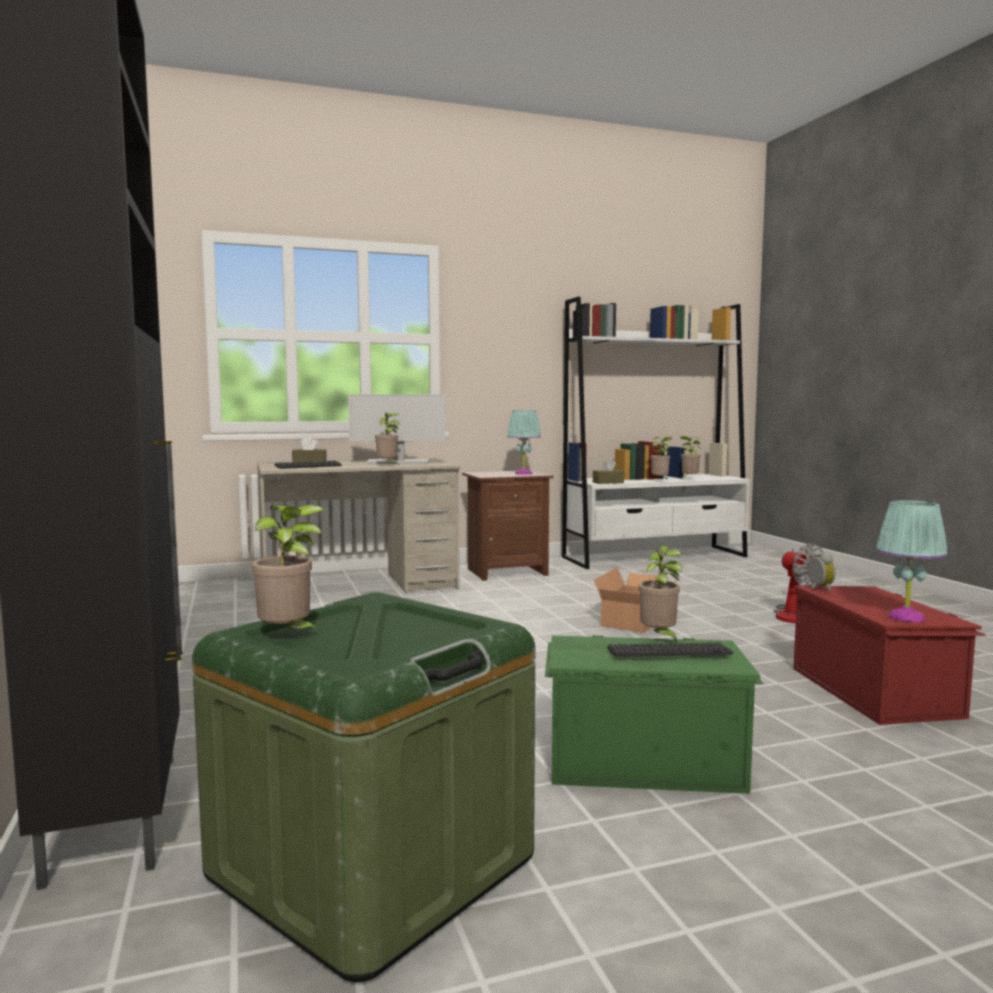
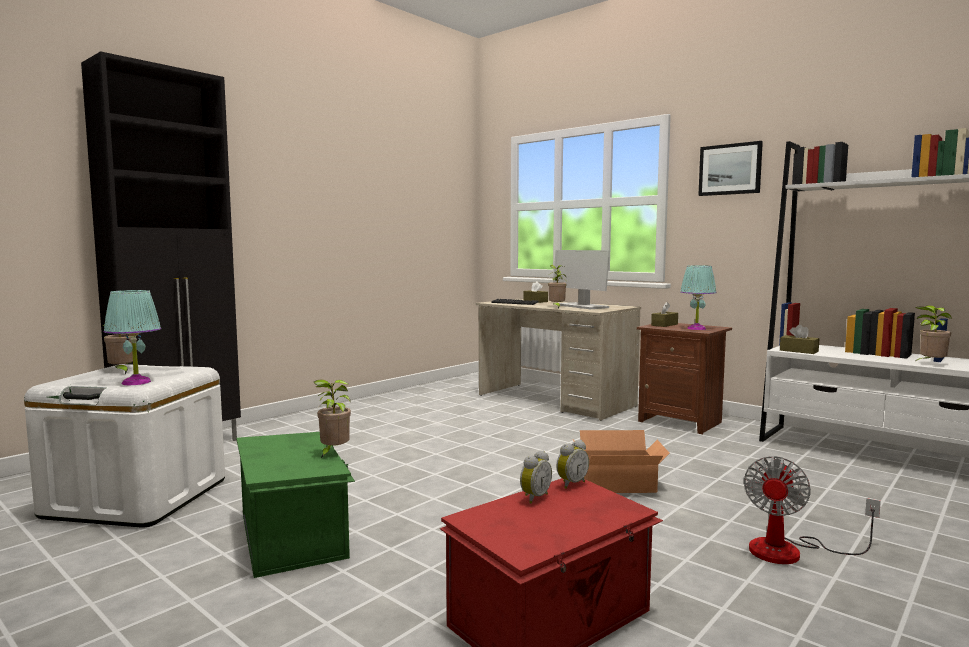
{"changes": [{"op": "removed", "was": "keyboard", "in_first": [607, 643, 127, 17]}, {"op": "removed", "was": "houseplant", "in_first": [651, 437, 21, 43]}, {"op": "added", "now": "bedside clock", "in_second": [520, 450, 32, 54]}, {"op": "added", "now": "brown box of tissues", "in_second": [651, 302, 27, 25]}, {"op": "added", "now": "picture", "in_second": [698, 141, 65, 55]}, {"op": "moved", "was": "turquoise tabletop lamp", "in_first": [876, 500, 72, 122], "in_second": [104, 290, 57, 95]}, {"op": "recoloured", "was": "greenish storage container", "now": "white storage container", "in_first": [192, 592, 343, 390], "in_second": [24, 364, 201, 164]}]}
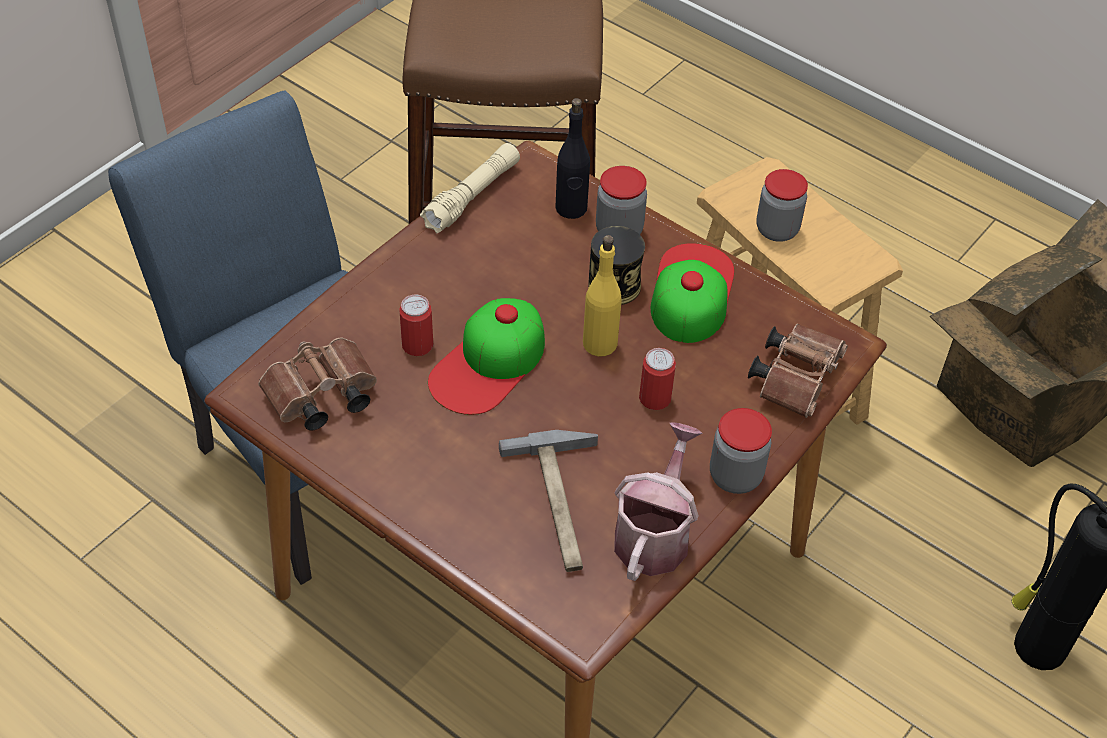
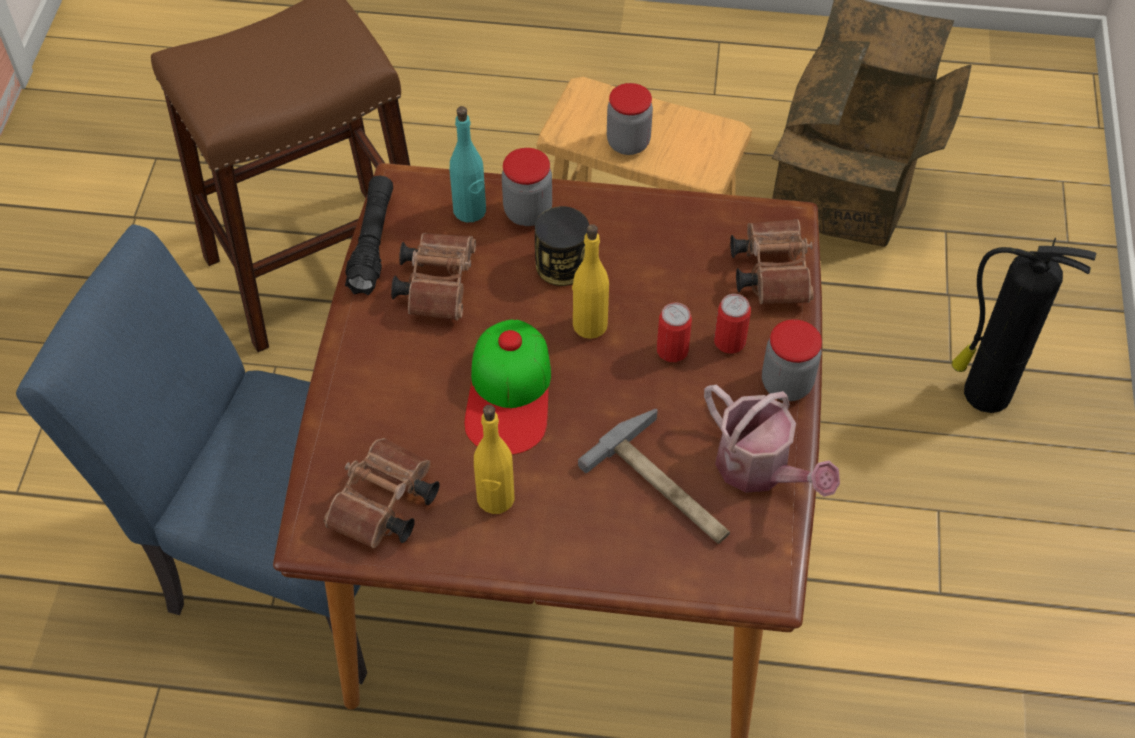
{"changes": [{"op": "removed", "was": "peaked cap", "in_first": [651, 243, 83, 100]}, {"op": "added", "now": "brown binoculars", "in_second": [391, 233, 85, 88]}, {"op": "added", "now": "yellow-coloured beverage bottle", "in_second": [474, 405, 40, 109]}, {"op": "moved", "was": "sealed can", "in_first": [399, 294, 34, 62], "in_second": [714, 294, 37, 60]}, {"op": "recoloured", "was": "beige-coloured flashlight", "now": "black-coloured flashlight", "in_first": [420, 143, 100, 91], "in_second": [345, 176, 48, 119]}, {"op": "recoloured", "was": "black-coloured beverage bottle", "now": "turquoise beverage bottle", "in_first": [555, 98, 35, 121], "in_second": [450, 106, 36, 116]}, {"op": "turned", "was": "sprinkling can", "in_first": [614, 422, 88, 159], "in_second": [704, 385, 136, 112], "clockwise": 150}]}
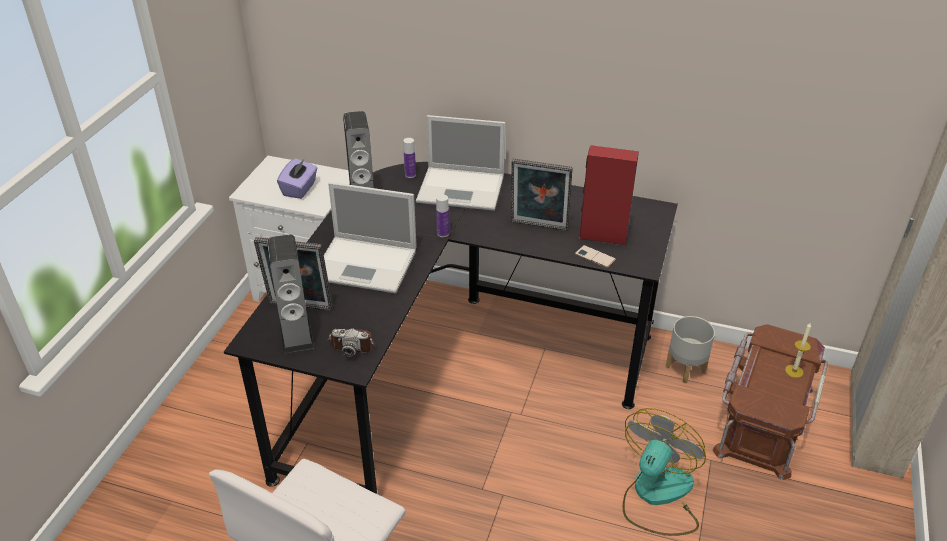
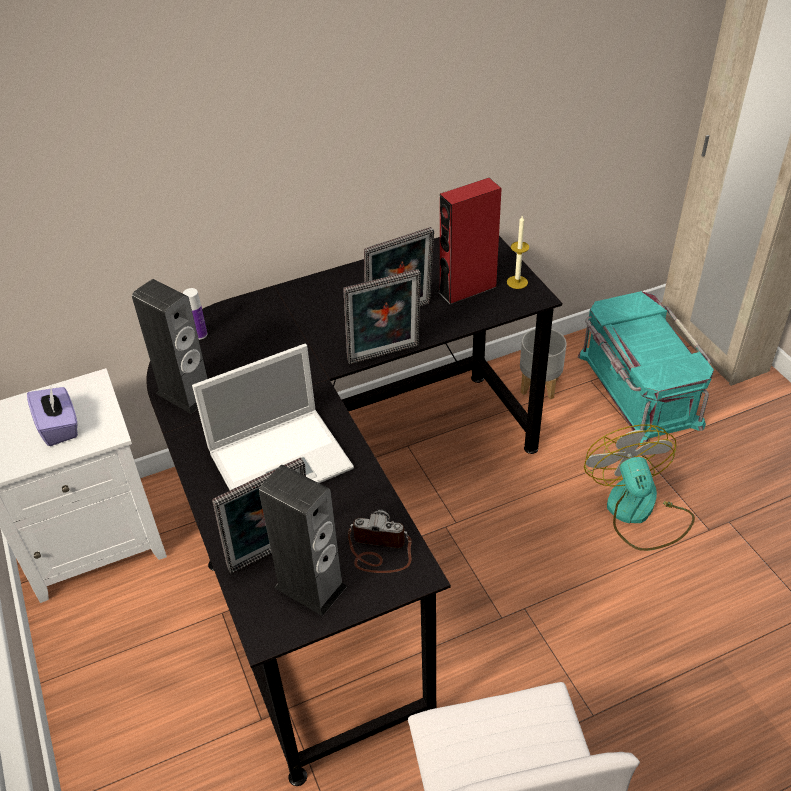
{"changes": [{"op": "removed", "was": "portable computer", "in_first": [416, 115, 90, 96]}, {"op": "removed", "was": "beverage bottle", "in_first": [436, 194, 13, 43]}, {"op": "removed", "was": "handset", "in_first": [575, 245, 41, 23]}, {"op": "added", "now": "photo frame", "in_second": [343, 269, 78, 95]}, {"op": "moved", "was": "wax candle", "in_first": [785, 323, 26, 55], "in_second": [507, 216, 22, 73]}, {"op": "recoloured", "was": "brown storage container", "now": "turquoise storage container", "in_first": [713, 324, 115, 156], "in_second": [578, 291, 136, 154]}, {"op": "turned", "was": "still camera", "in_first": [327, 328, 48, 29], "in_second": [348, 509, 64, 64], "clockwise": -135}]}
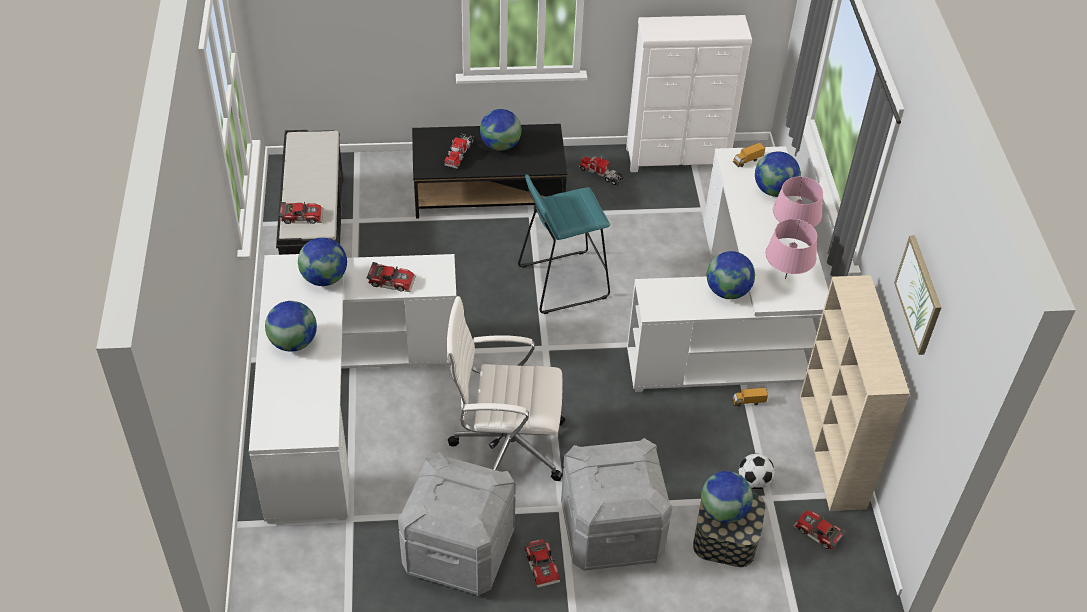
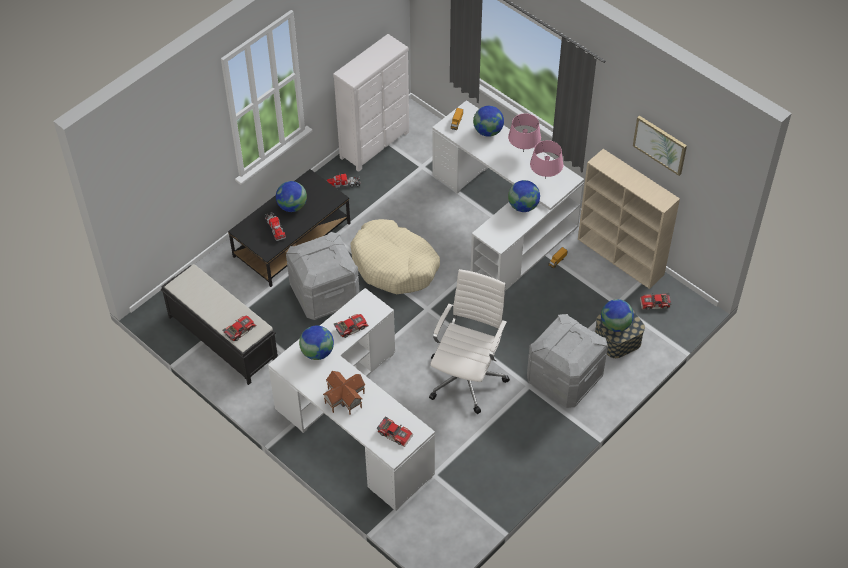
{"changes": [{"op": "removed", "was": "ball for football", "in_first": [739, 453, 36, 36]}, {"op": "moved", "was": "gray storage container", "in_first": [398, 452, 118, 144], "in_second": [286, 232, 74, 88]}, {"op": "moved", "was": "toy car", "in_first": [524, 537, 36, 51], "in_second": [376, 416, 37, 31]}, {"op": "replaced", "was": "globe", "now": "toy house", "in_first": [265, 301, 52, 51], "in_second": [323, 371, 42, 44]}, {"op": "replaced", "was": "turquoise sitting stool", "now": "beige-coloured dog bed", "in_first": [518, 174, 92, 140], "in_second": [350, 219, 90, 75]}, {"op": "turned", "was": "white office chair", "in_first": [447, 296, 118, 185], "in_second": [429, 269, 81, 145], "clockwise": 150}]}
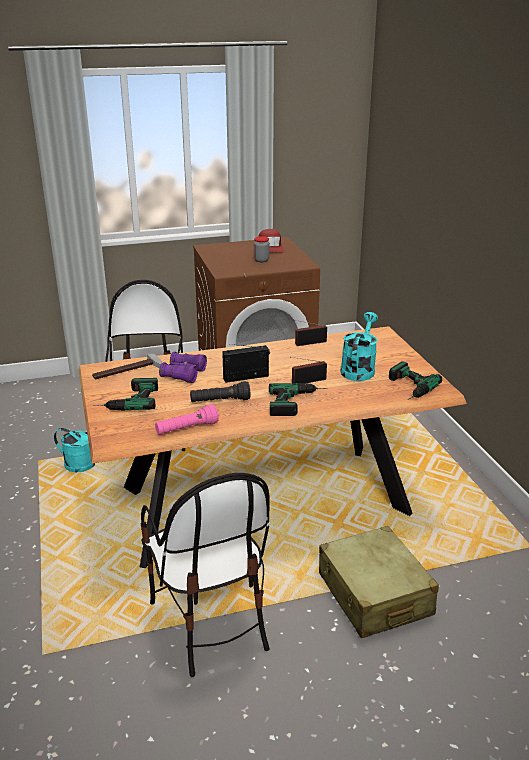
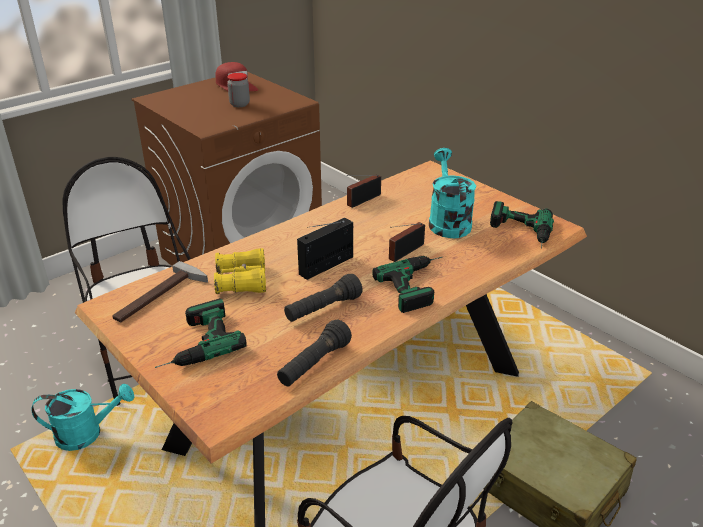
{"changes": [{"op": "recoloured", "was": "pink flashlight", "now": "black-coloured flashlight", "in_first": [155, 404, 64, 31], "in_second": [277, 320, 75, 66]}, {"op": "recoloured", "was": "purple-coloured binoculars", "now": "yellow-coloured binoculars", "in_first": [159, 351, 48, 32], "in_second": [214, 248, 52, 46]}]}
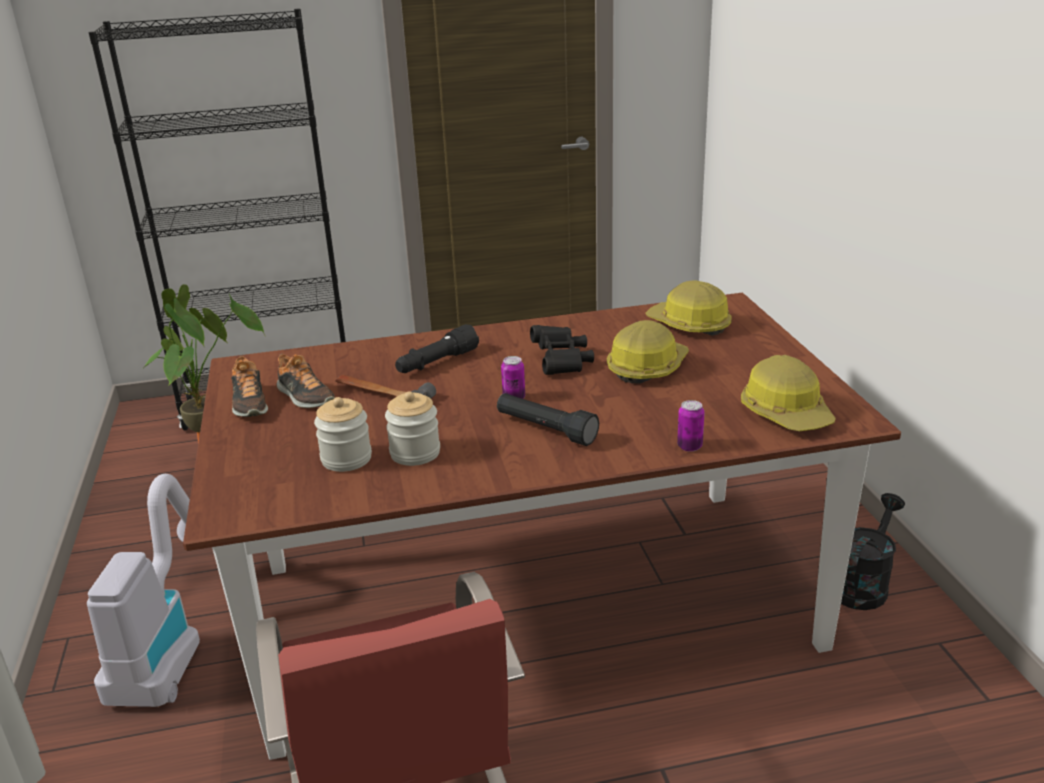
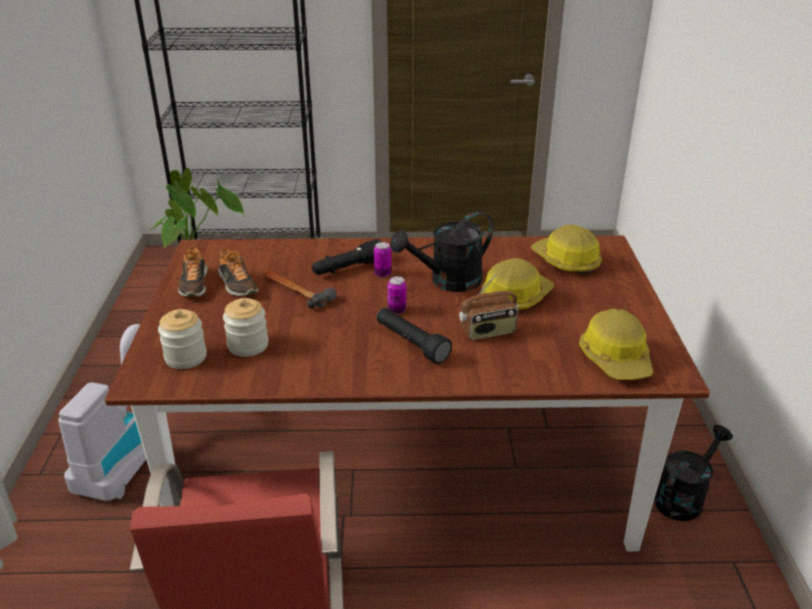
{"changes": [{"op": "added", "now": "radio set", "in_second": [459, 273, 59, 67]}, {"op": "moved", "was": "preserve jar", "in_first": [385, 391, 55, 75], "in_second": [158, 309, 49, 60]}, {"op": "moved", "was": "sealed can", "in_first": [677, 400, 28, 52], "in_second": [374, 242, 18, 35]}, {"op": "replaced", "was": "black-coloured binoculars", "now": "black-coloured sprinkling can", "in_first": [530, 325, 64, 50], "in_second": [390, 211, 103, 81]}]}
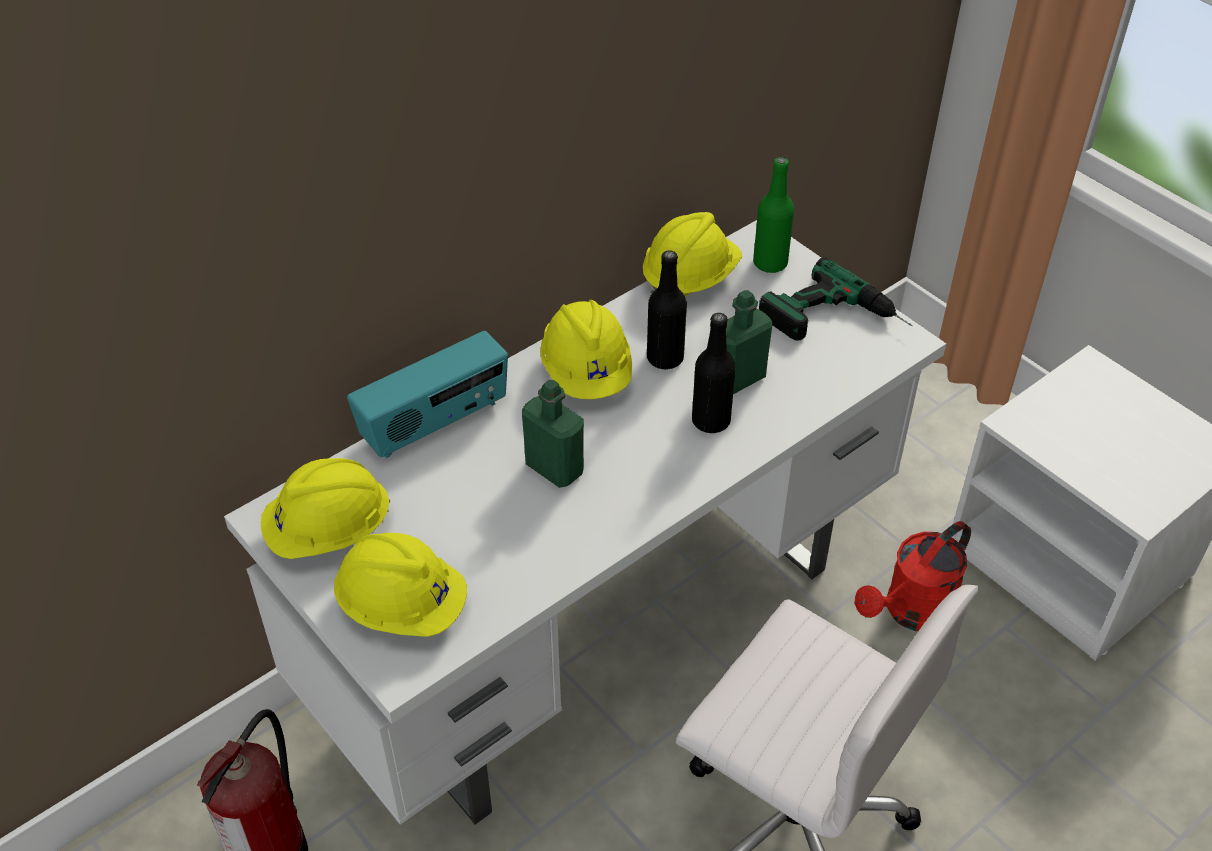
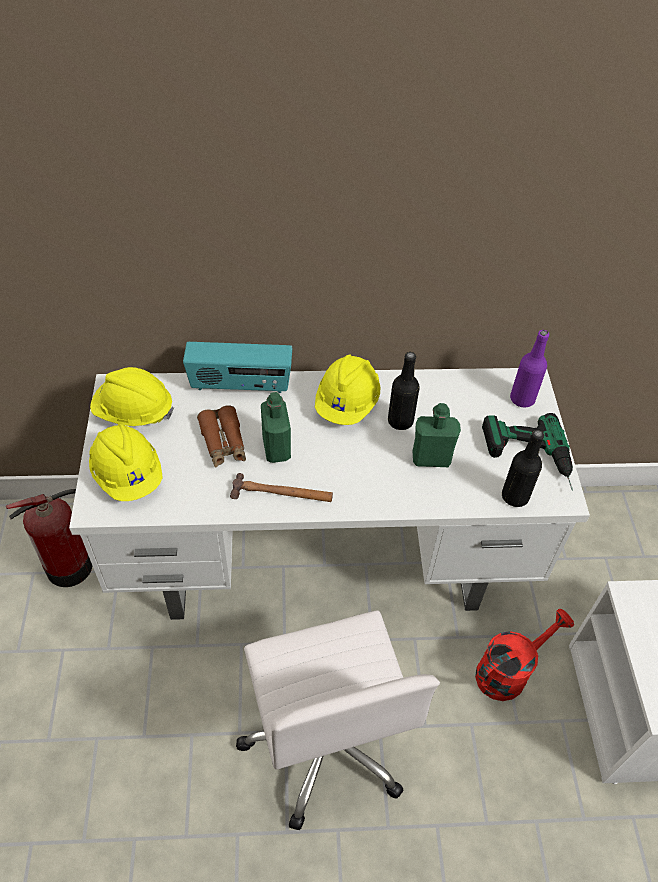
{"changes": [{"op": "removed", "was": "yellow-coloured work helmet", "in_first": [643, 212, 99, 84]}, {"op": "added", "now": "brown binoculars", "in_second": [197, 405, 49, 62]}, {"op": "added", "now": "tool hammer", "in_second": [230, 473, 103, 29]}, {"op": "moved", "was": "black-coloured beverage bottle", "in_first": [692, 313, 44, 120], "in_second": [502, 430, 42, 77]}, {"op": "recoloured", "was": "greenish beverage bottle", "now": "purple-coloured beverage bottle", "in_first": [753, 157, 41, 116], "in_second": [510, 330, 39, 78]}, {"op": "turned", "was": "reddish sprinkling can", "in_first": [855, 521, 116, 110], "in_second": [475, 609, 99, 92], "clockwise": 150}]}
